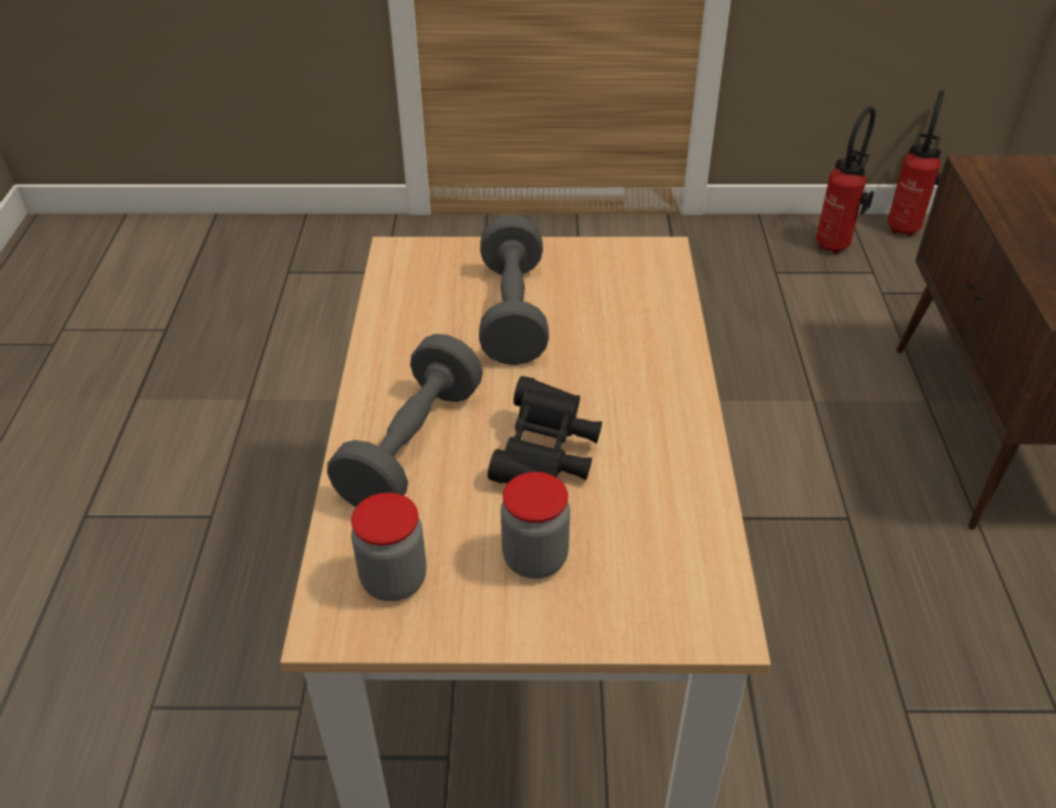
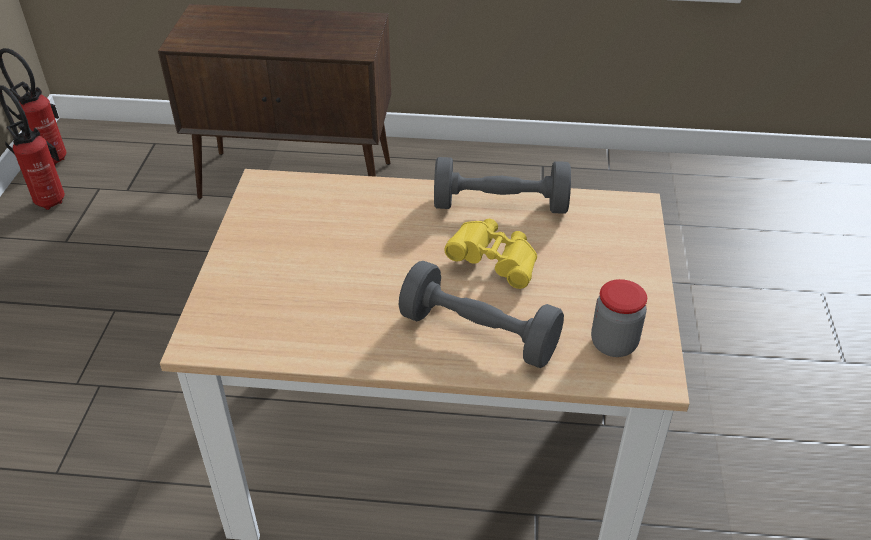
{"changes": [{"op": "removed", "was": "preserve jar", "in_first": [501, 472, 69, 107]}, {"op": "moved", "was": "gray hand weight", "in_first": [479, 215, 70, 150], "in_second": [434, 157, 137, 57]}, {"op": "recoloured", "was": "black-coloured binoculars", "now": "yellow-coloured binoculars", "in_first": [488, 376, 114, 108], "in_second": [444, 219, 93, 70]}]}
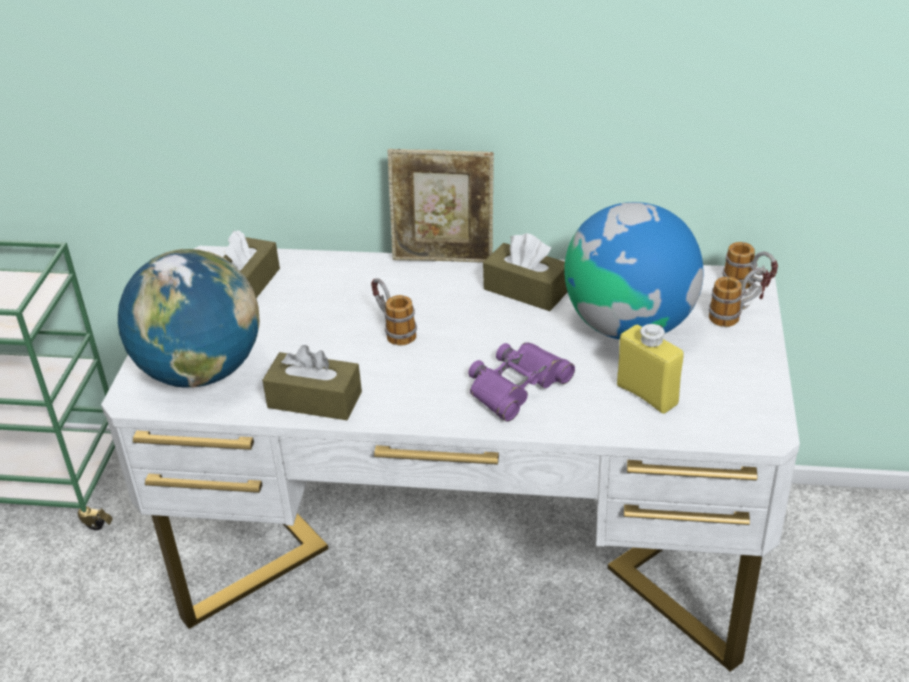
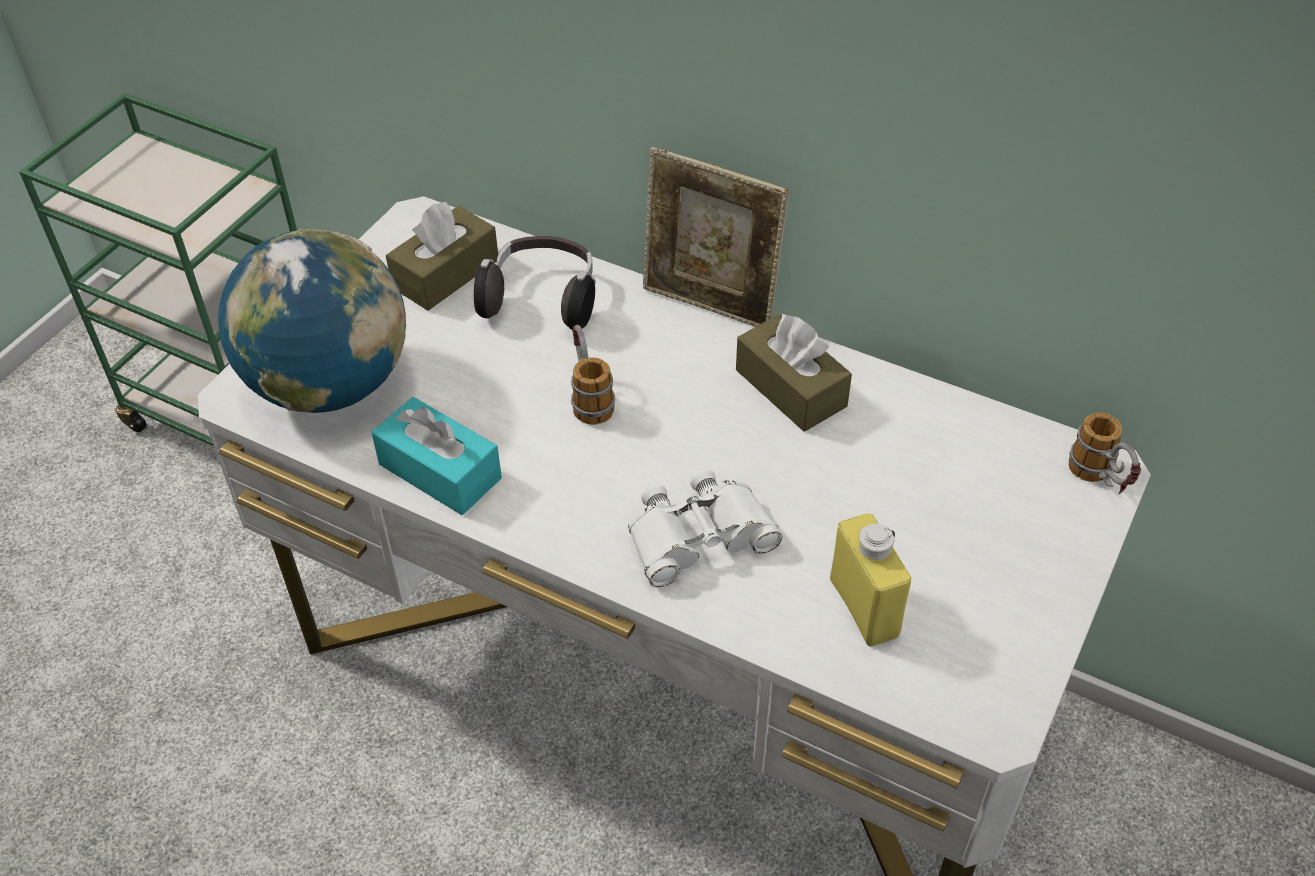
{"changes": [{"op": "removed", "was": "globe", "in_first": [564, 202, 140, 138]}, {"op": "removed", "was": "coffee mug", "in_first": [709, 267, 60, 60]}, {"op": "added", "now": "pair of headphones", "in_second": [474, 236, 122, 94]}, {"op": "recoloured", "was": "brown box of tissues", "now": "turquoise box of tissues", "in_first": [262, 345, 100, 75], "in_second": [372, 397, 130, 118]}, {"op": "recoloured", "was": "purple-coloured binoculars", "now": "white binoculars", "in_first": [468, 342, 107, 80], "in_second": [628, 470, 154, 117]}]}
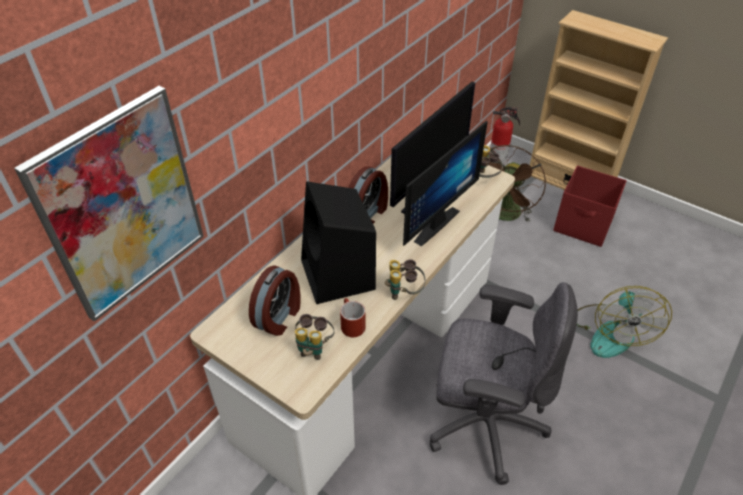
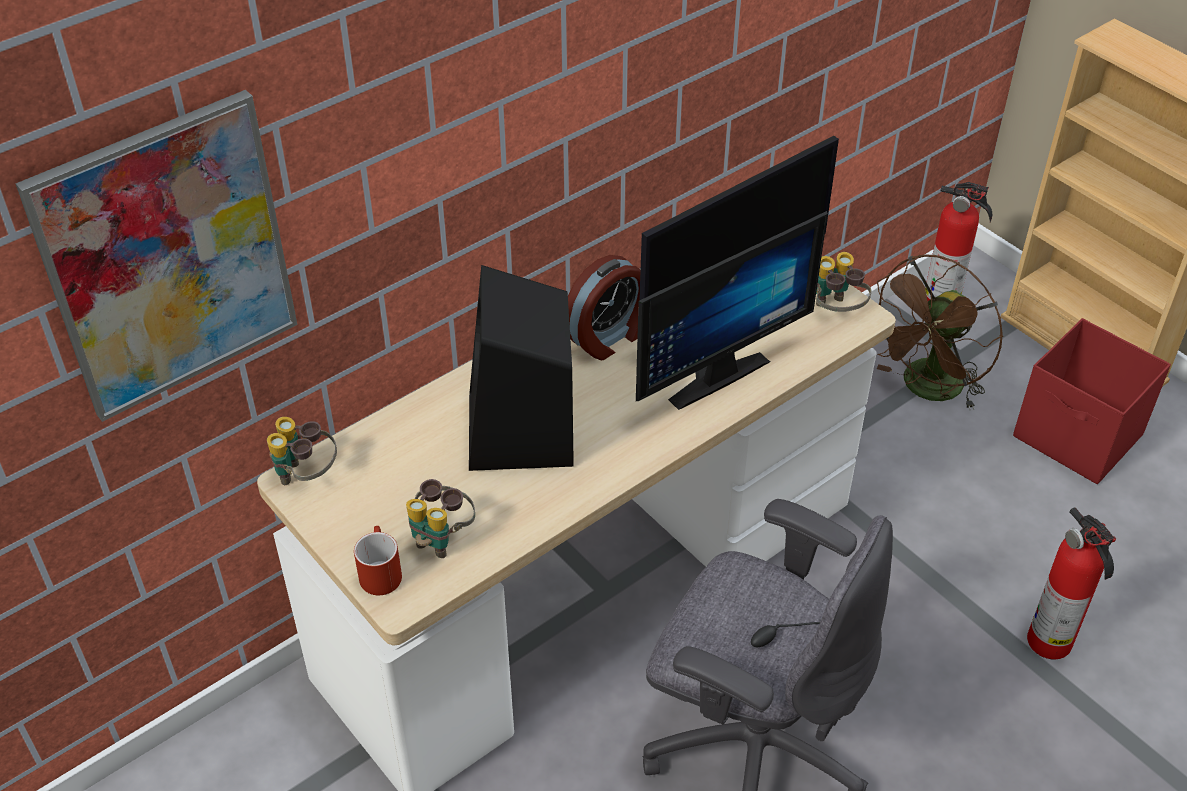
{"changes": [{"op": "removed", "was": "bedside clock", "in_first": [249, 265, 52, 71]}, {"op": "moved", "was": "reddish coffee mug", "in_first": [340, 298, 26, 39], "in_second": [354, 526, 48, 69]}, {"op": "moved", "was": "binoculars", "in_first": [385, 260, 40, 40], "in_second": [267, 417, 70, 68]}, {"op": "replaced", "was": "electric fan", "now": "fire extinguisher", "in_first": [577, 286, 95, 72], "in_second": [1027, 507, 89, 152]}]}
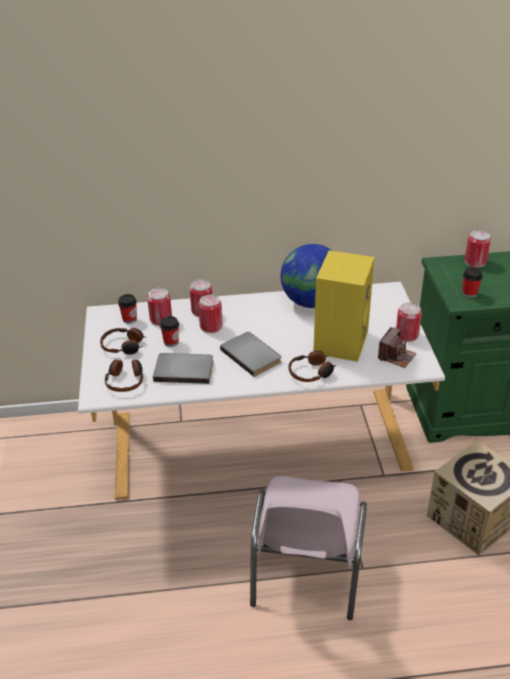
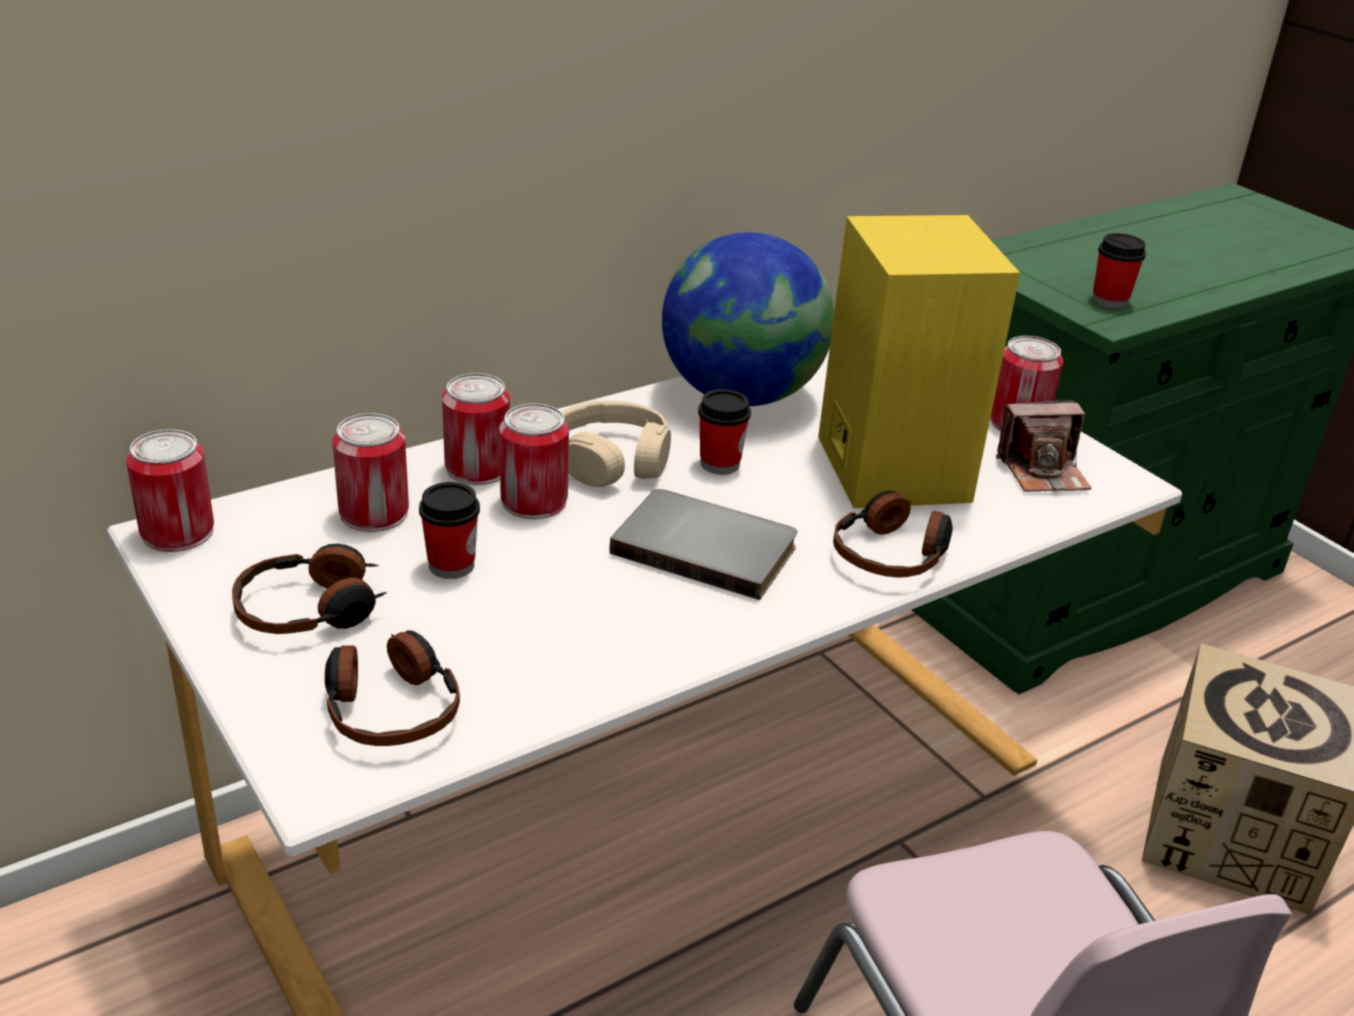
{"changes": [{"op": "removed", "was": "gray book", "in_first": [153, 353, 60, 31]}, {"op": "added", "now": "beige-coloured pair of headphones", "in_second": [562, 400, 109, 87]}, {"op": "moved", "was": "small cup", "in_first": [118, 294, 19, 30], "in_second": [698, 389, 53, 85]}, {"op": "moved", "was": "sealed can", "in_first": [465, 230, 26, 37], "in_second": [126, 429, 88, 123]}, {"op": "turned", "was": "still camera", "in_first": [378, 327, 39, 41], "in_second": [996, 400, 96, 92], "clockwise": 75}]}
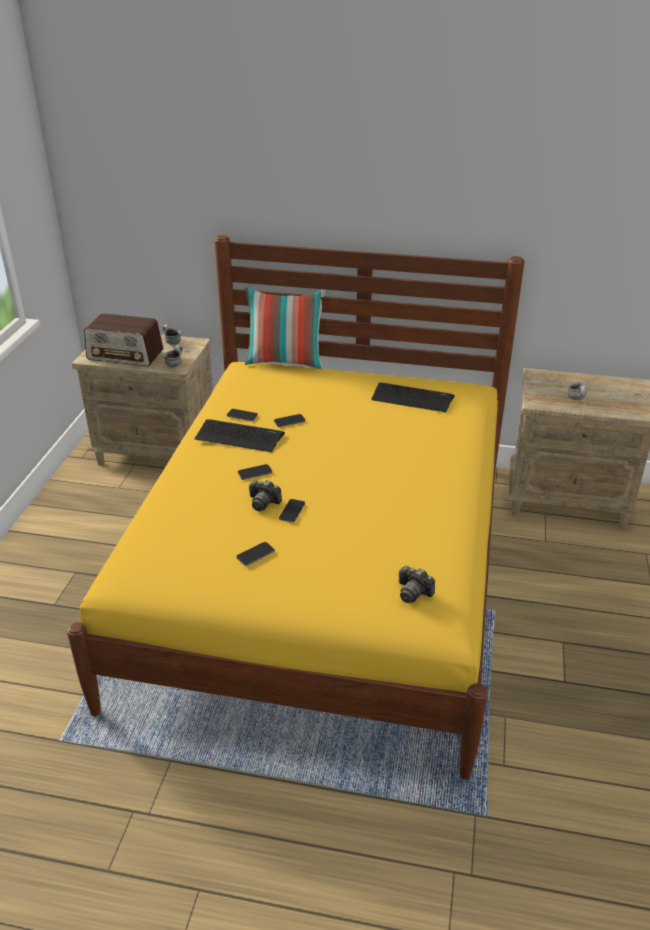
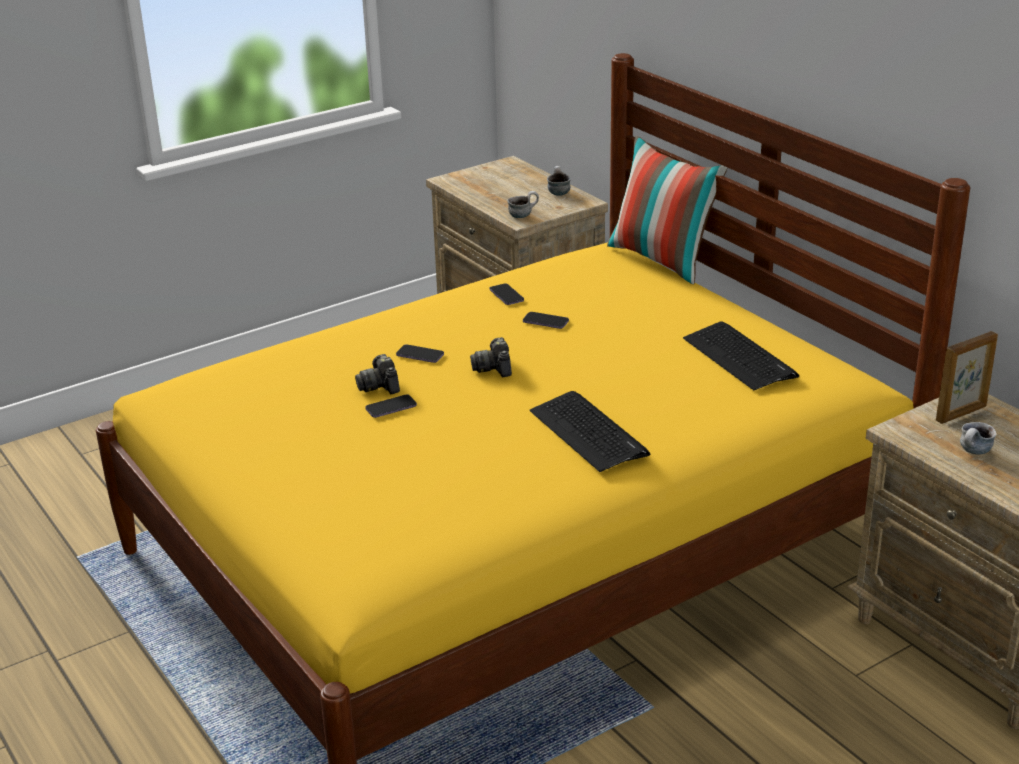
{"changes": [{"op": "removed", "was": "radio set", "in_first": [84, 313, 79, 53]}, {"op": "removed", "was": "handset", "in_first": [236, 542, 39, 24]}, {"op": "added", "now": "photo frame", "in_second": [936, 331, 62, 93]}, {"op": "moved", "was": "keyboard", "in_first": [195, 419, 90, 33], "in_second": [530, 391, 120, 81]}, {"op": "moved", "was": "still camera", "in_first": [399, 566, 36, 37], "in_second": [470, 337, 42, 40]}]}
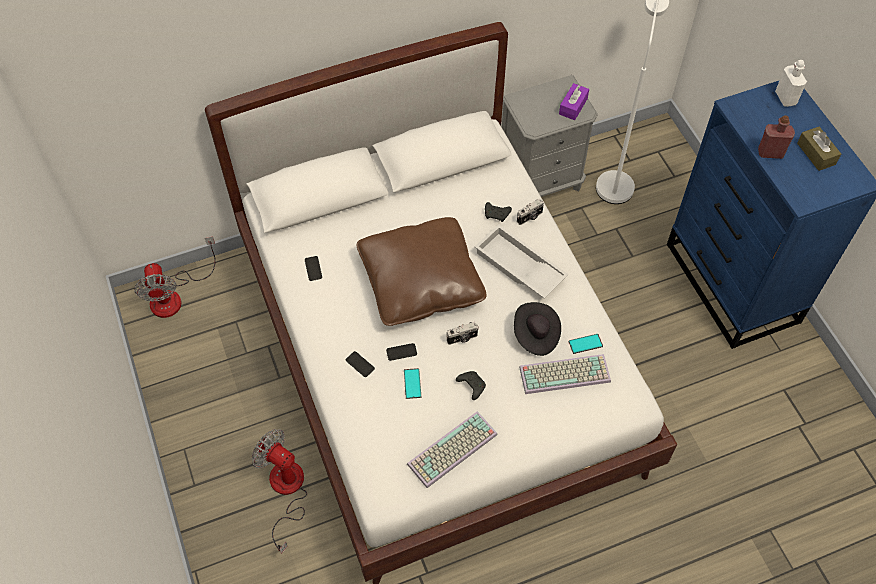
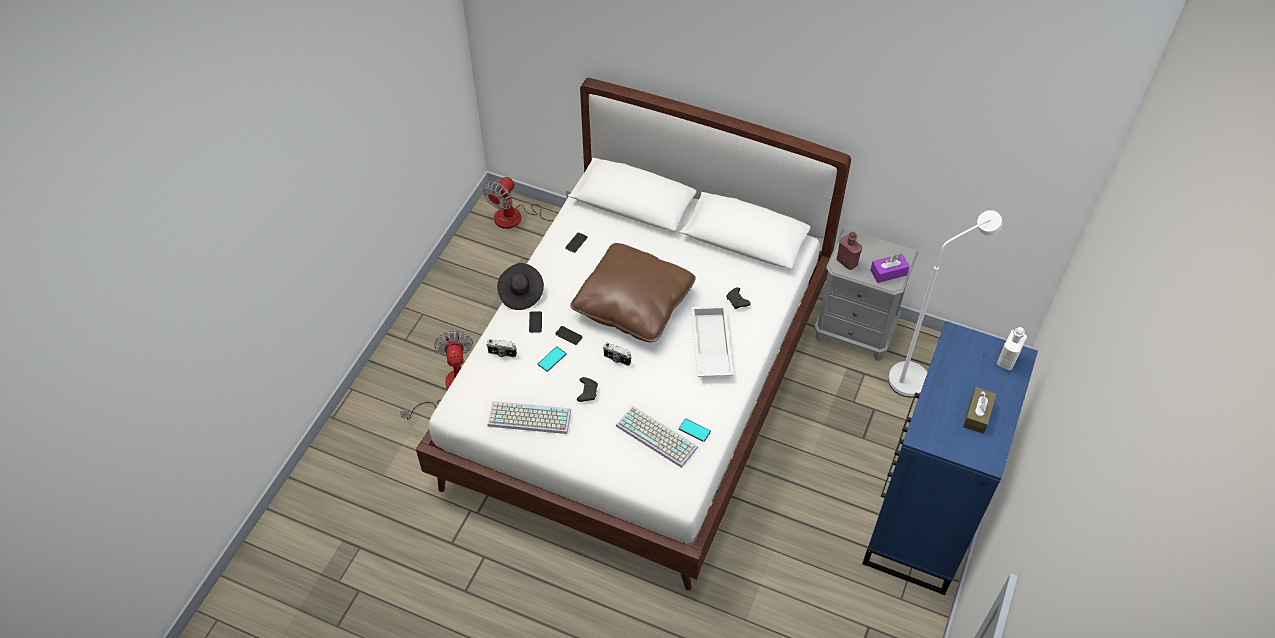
{"changes": [{"op": "moved", "was": "black-coloured clothing hat", "in_first": [514, 302, 47, 54], "in_second": [497, 263, 47, 47]}, {"op": "moved", "was": "still camera", "in_first": [517, 199, 27, 26], "in_second": [486, 339, 31, 19]}, {"op": "moved", "was": "reddish beverage bottle", "in_first": [758, 115, 37, 44], "in_second": [836, 232, 26, 38]}]}
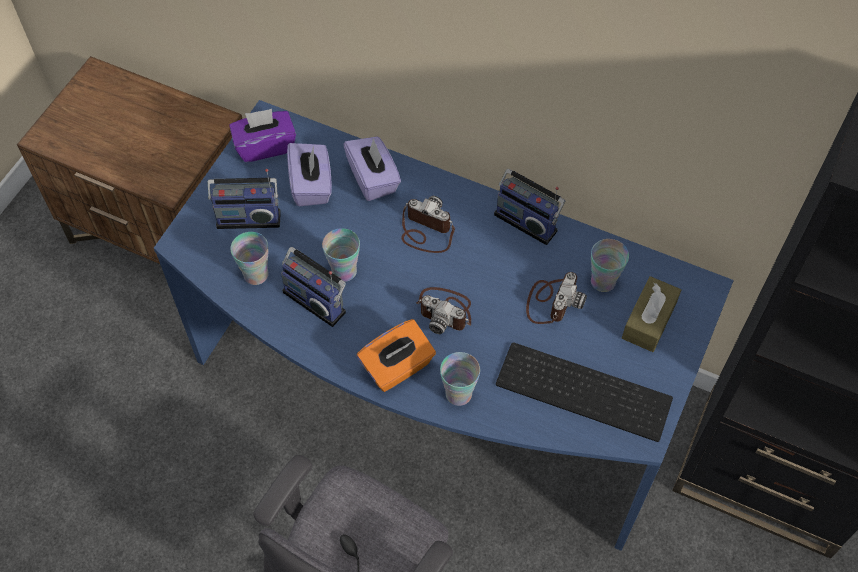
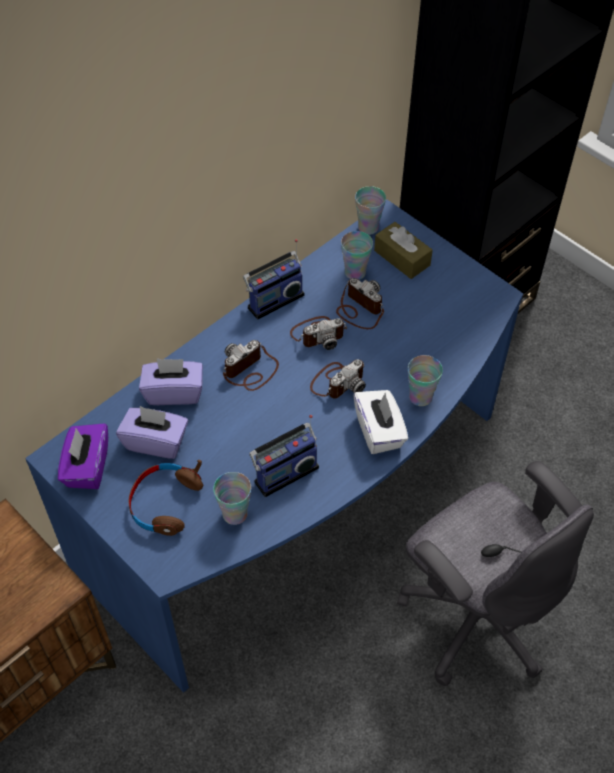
{"changes": [{"op": "removed", "was": "keyboard", "in_first": [496, 342, 177, 100]}, {"op": "added", "now": "still camera", "in_second": [290, 316, 57, 34]}, {"op": "moved", "was": "small cup", "in_first": [322, 228, 38, 54], "in_second": [355, 186, 31, 49]}, {"op": "replaced", "was": "radio set", "now": "brown pair of headphones", "in_first": [208, 169, 73, 60], "in_second": [128, 460, 75, 76]}, {"op": "recoloured", "was": "orange box of tissues", "now": "white box of tissues", "in_first": [357, 319, 79, 73], "in_second": [354, 390, 54, 64]}]}
